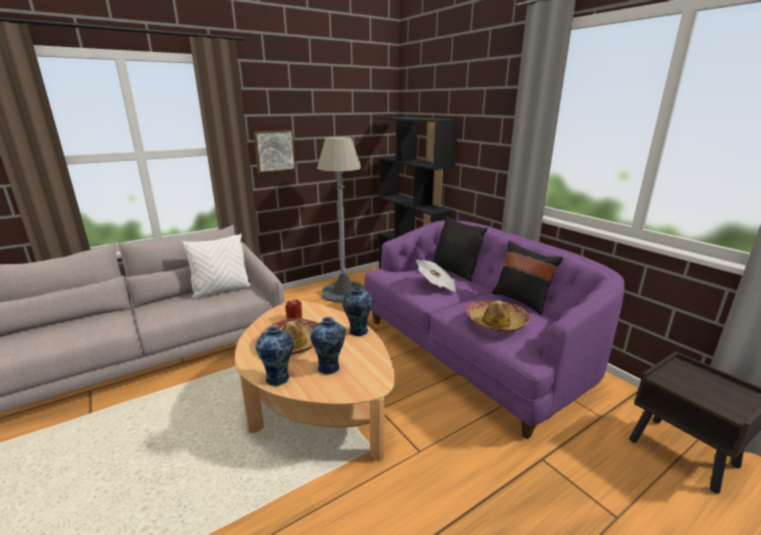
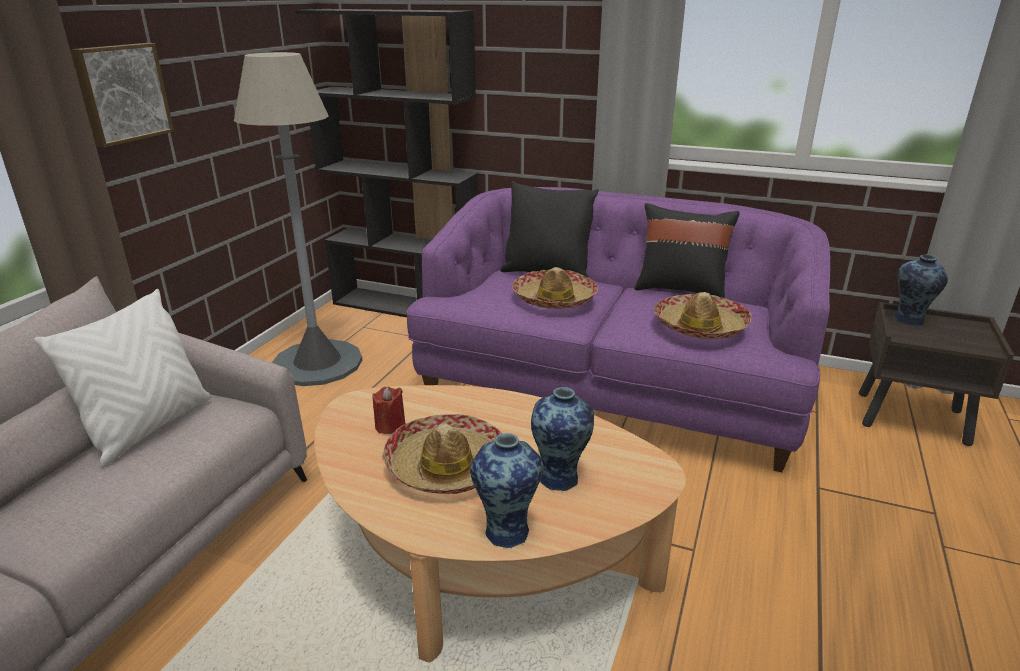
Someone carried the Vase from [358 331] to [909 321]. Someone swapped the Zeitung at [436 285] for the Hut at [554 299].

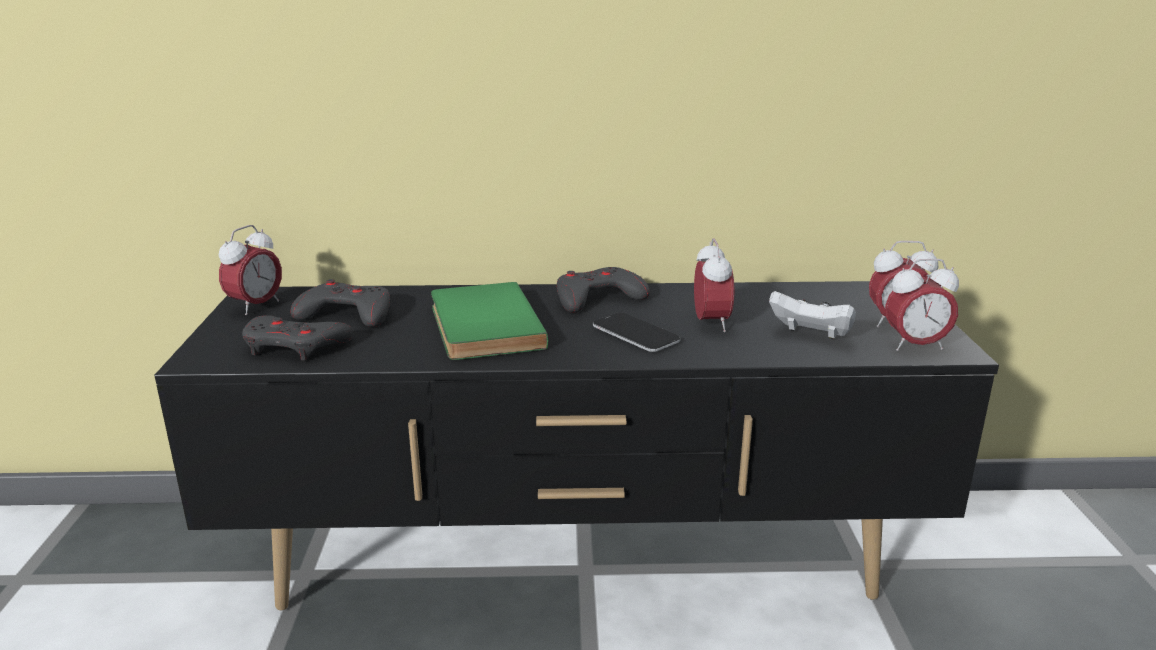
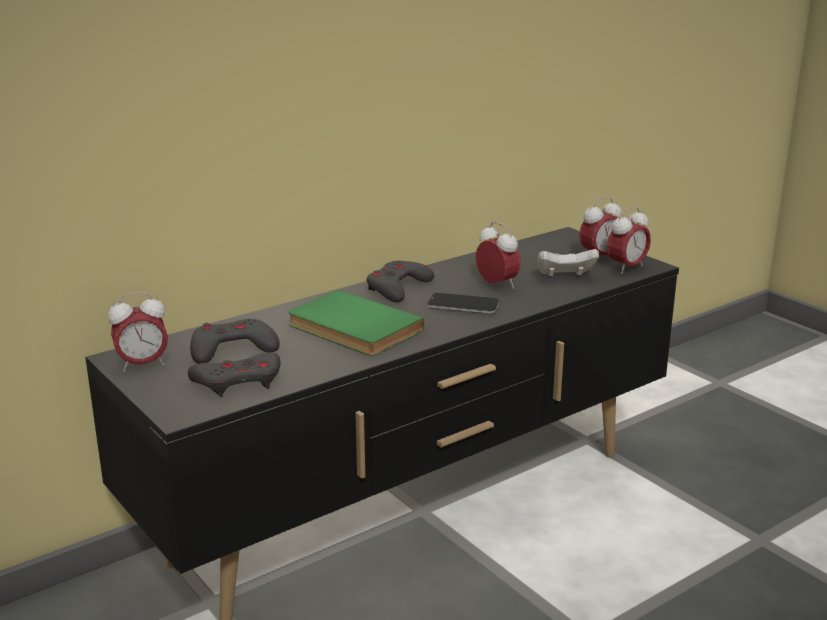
Someone rotated the Wecker at [256 306] by 75 degrees clockwise.

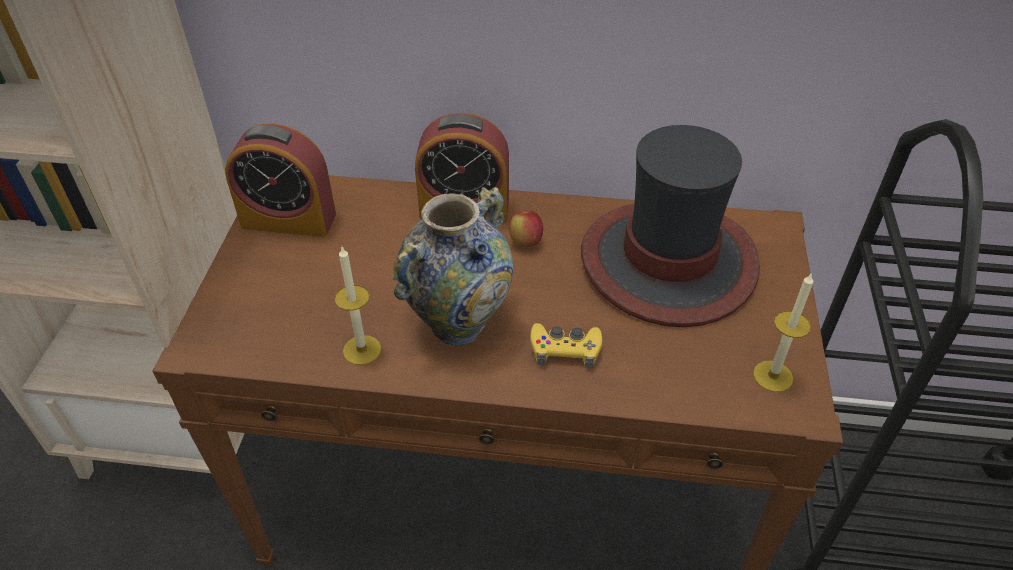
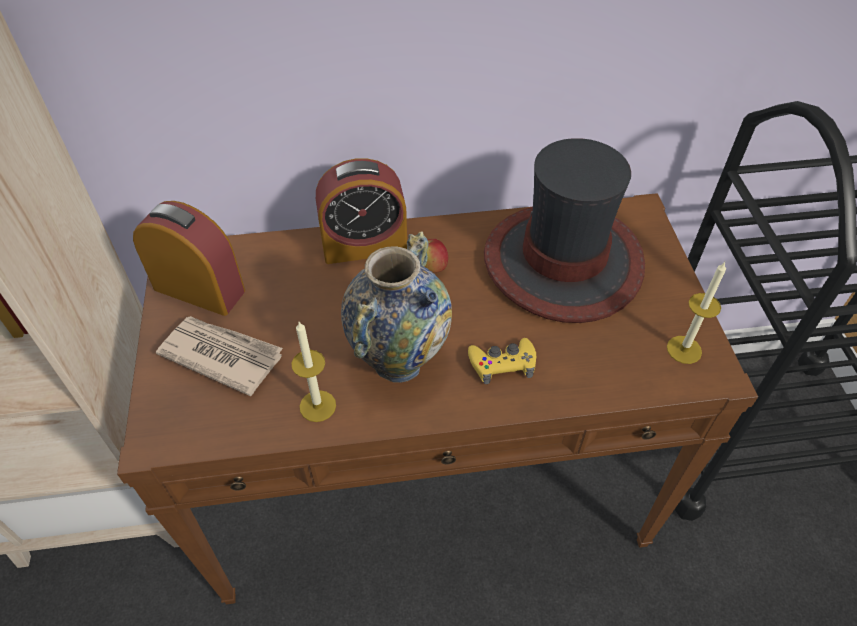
Someone put down the Zeitung at [221 355]. Someone rotated the Wecker at [289 220] by 150 degrees counterclockwise.

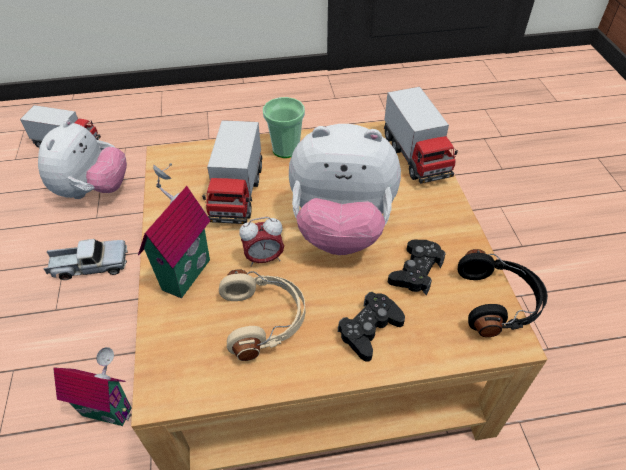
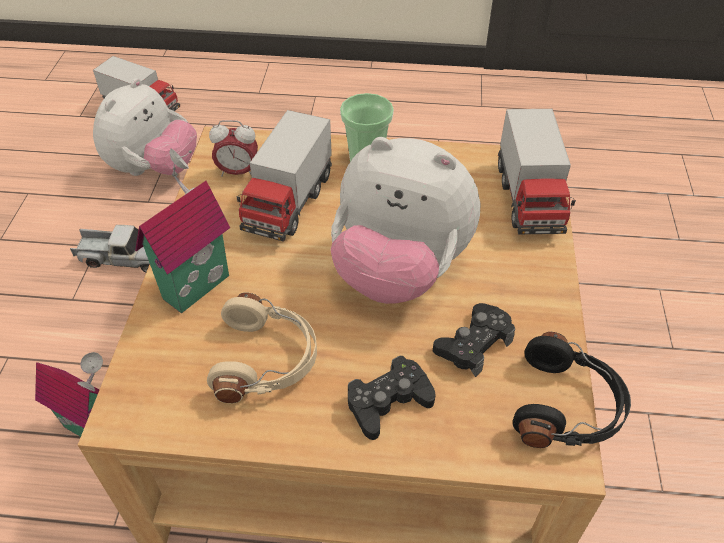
Someone carried the Wecker from [264 258] to [238 172].

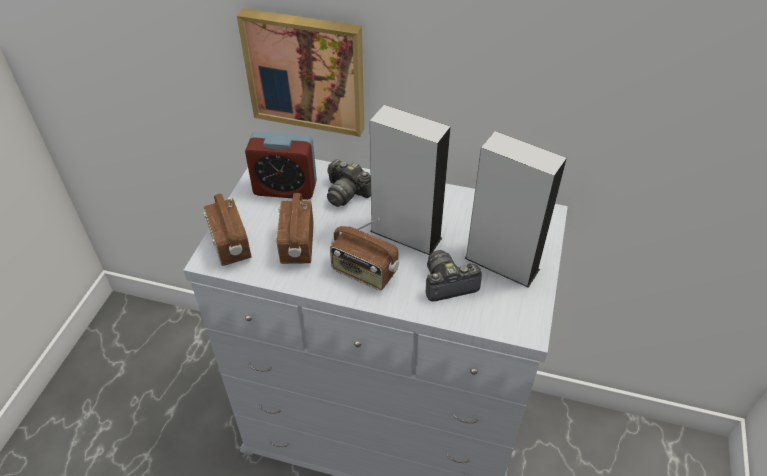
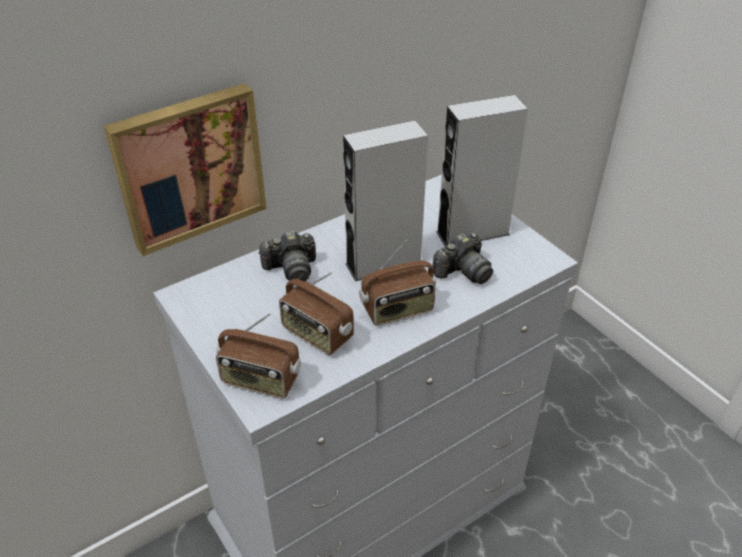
Someone took away the Wecker at [285 188]. Someone rotated the Kamera at [448 284] by 150 degrees counterclockwise.

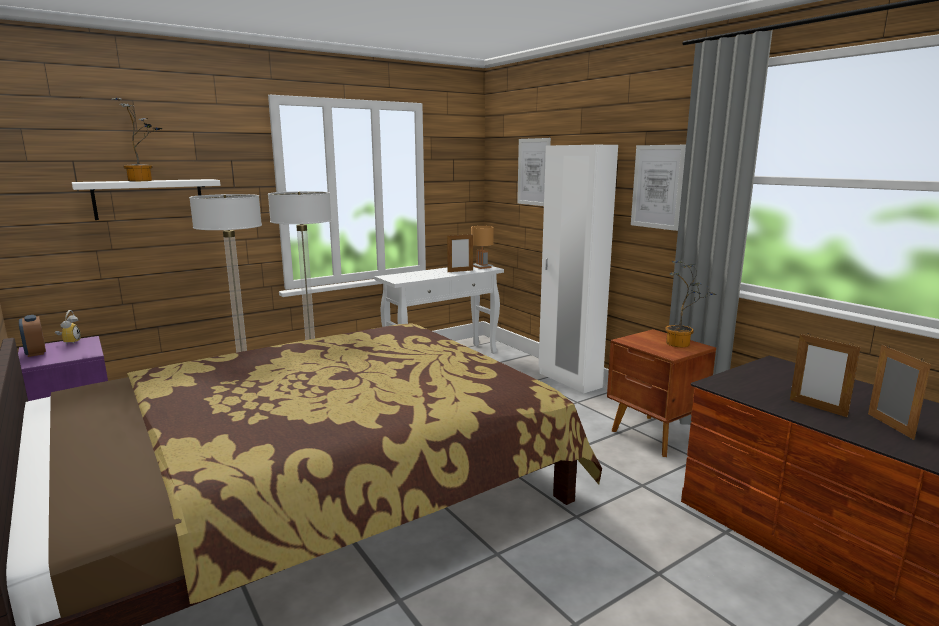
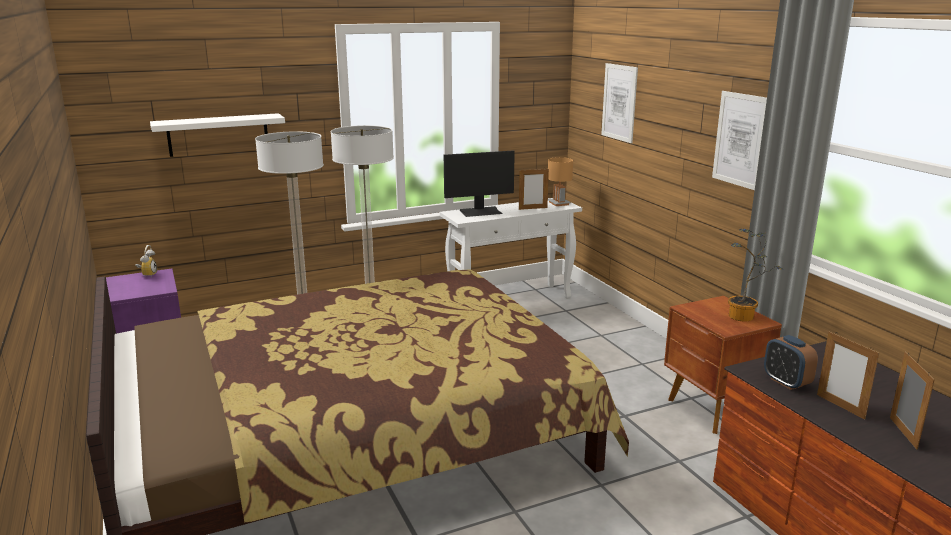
Someone took away the Topfpflanze at [143 180]. Someone took away the Kleiderschrank [weiß] at [569 380]. Someone put down the Monitor at [481 211]. Someone carried the Wecker from [35 353] to [786 382].

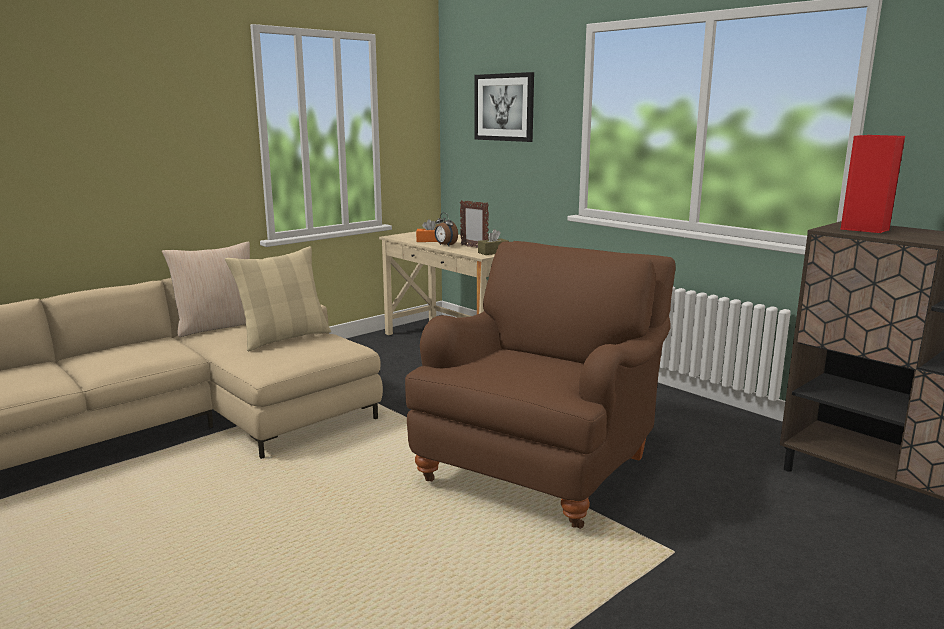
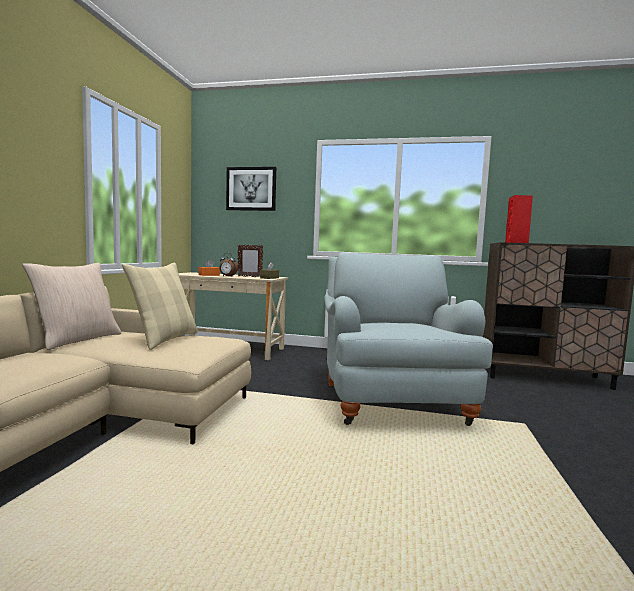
Someone repainted the Sessel [braun] at [542 464], which became the Sessel [grau] at [391 400].

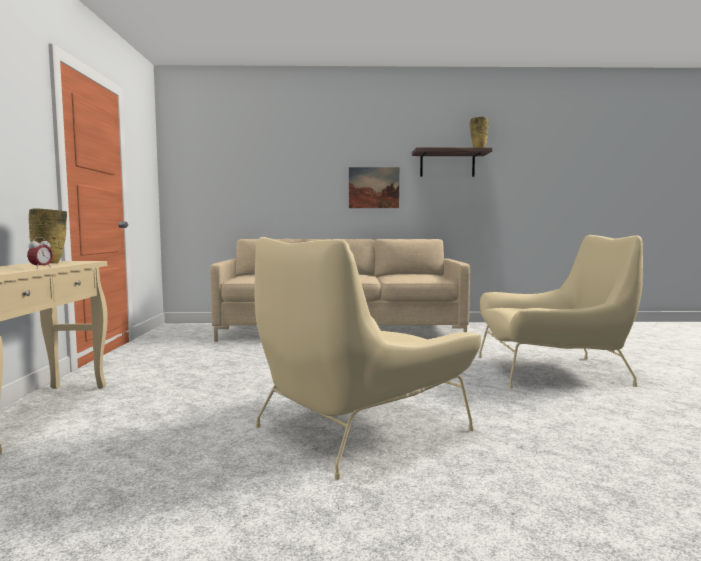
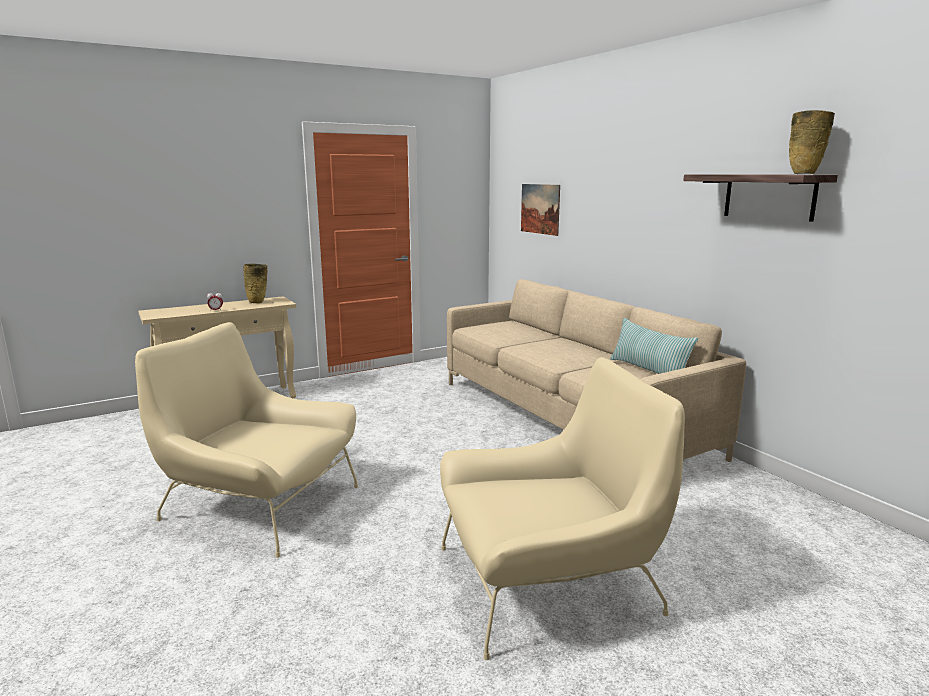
Someone put down the Kissen at [648 370]. Someone carried the Bild from [373 187] to [540 209]. Someone rotated the Sessel [beige] at [551 371] by 75 degrees counterclockwise.

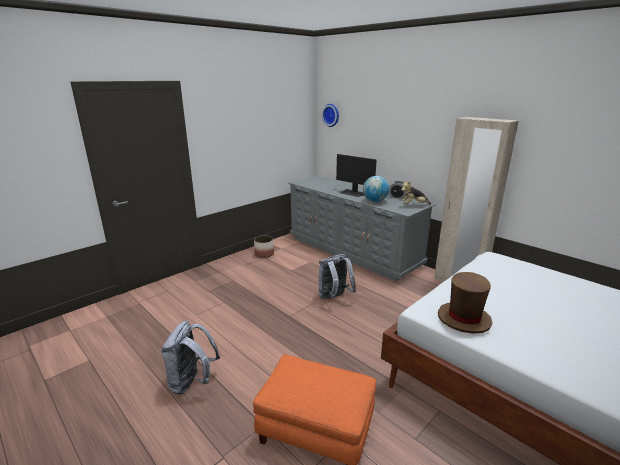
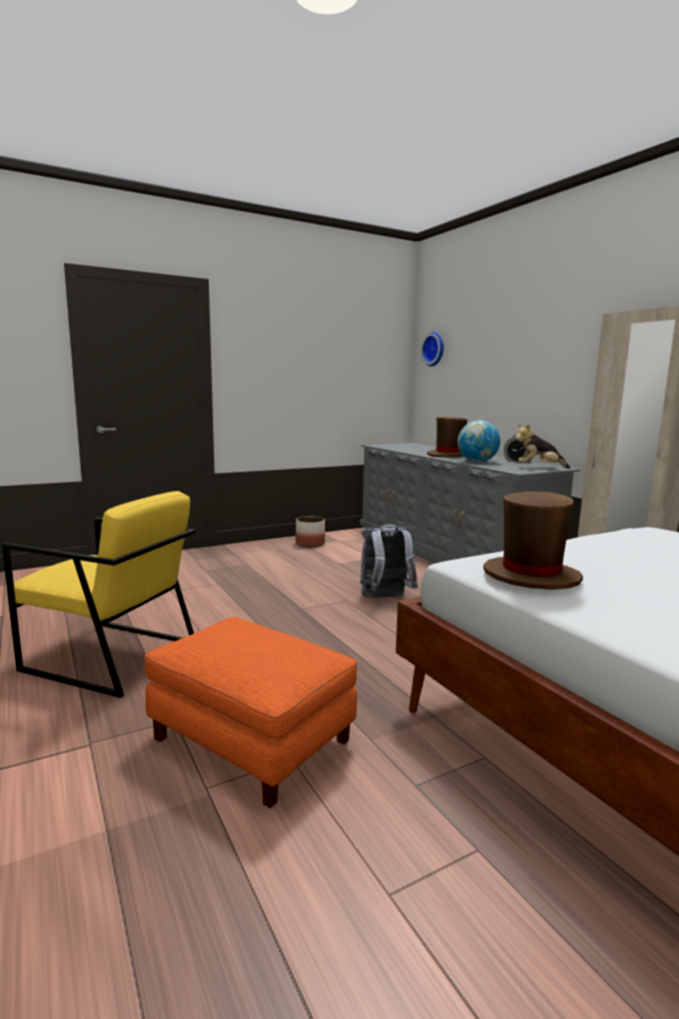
Someone swapped the Rucksack [grau] at [192 382] for the Sessel [gelb] at [111 656]. Someone swapped the Monitor at [352 193] for the Hut [braun] at [449 455].

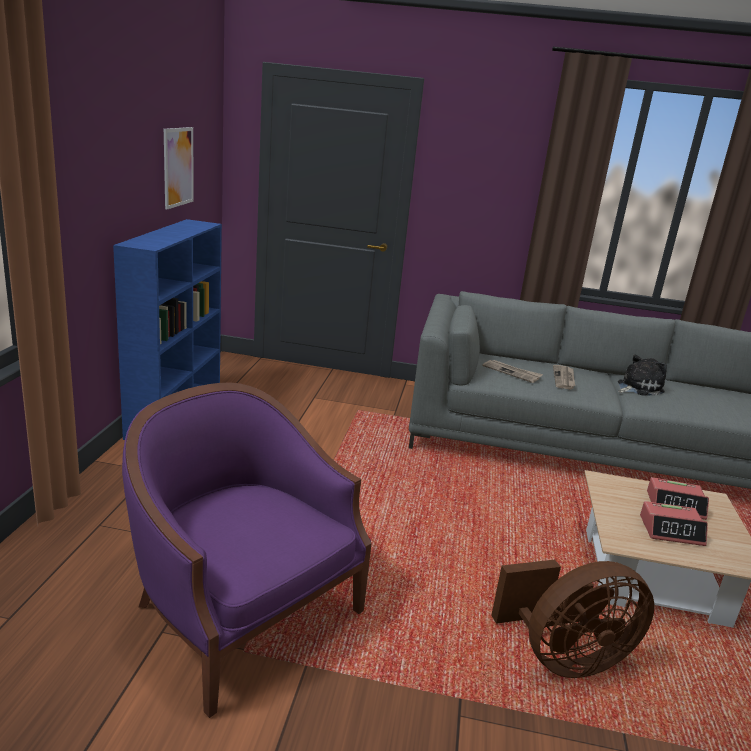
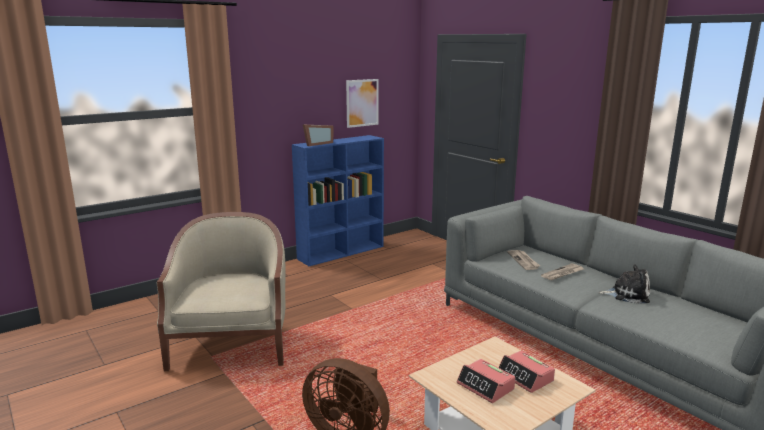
Someone put down the Bilderrahmen at [317 144]. Someone repainted the Sessel [lila] at [242 614], which became the Sessel [beige] at [232 344].

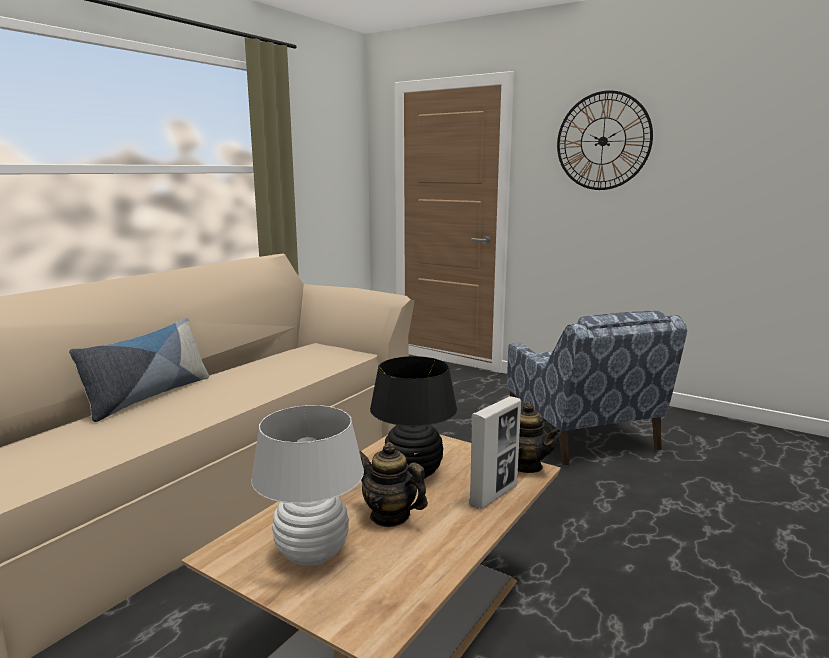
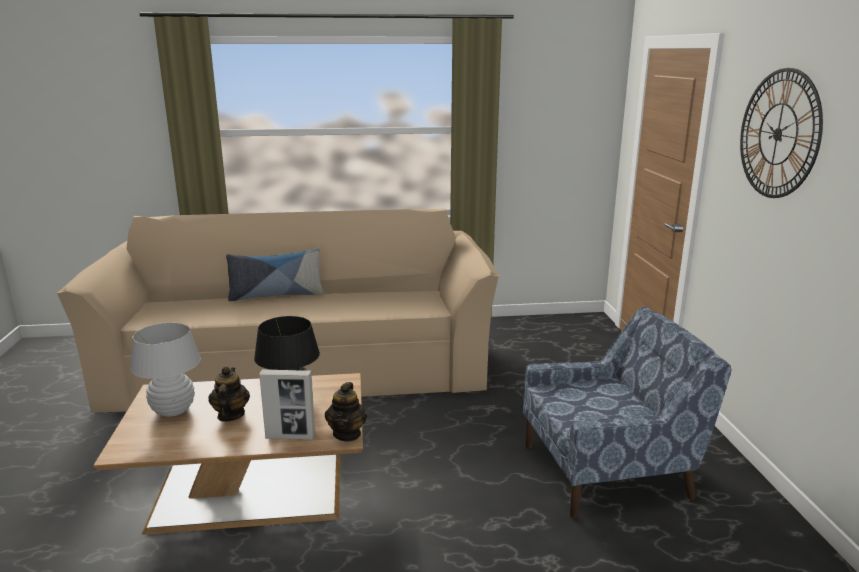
Someone rotated the Sessel [blau] at [582 436] by 135 degrees counterclockwise.

